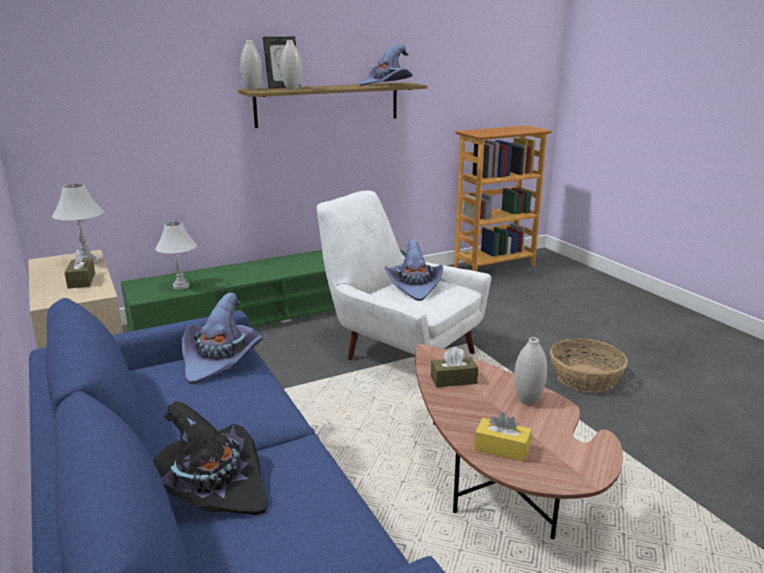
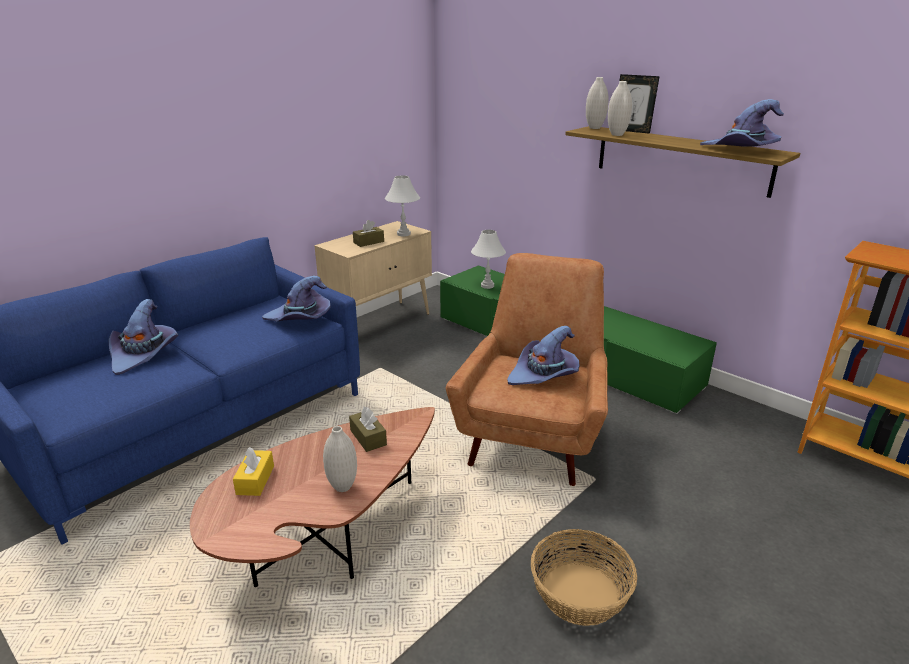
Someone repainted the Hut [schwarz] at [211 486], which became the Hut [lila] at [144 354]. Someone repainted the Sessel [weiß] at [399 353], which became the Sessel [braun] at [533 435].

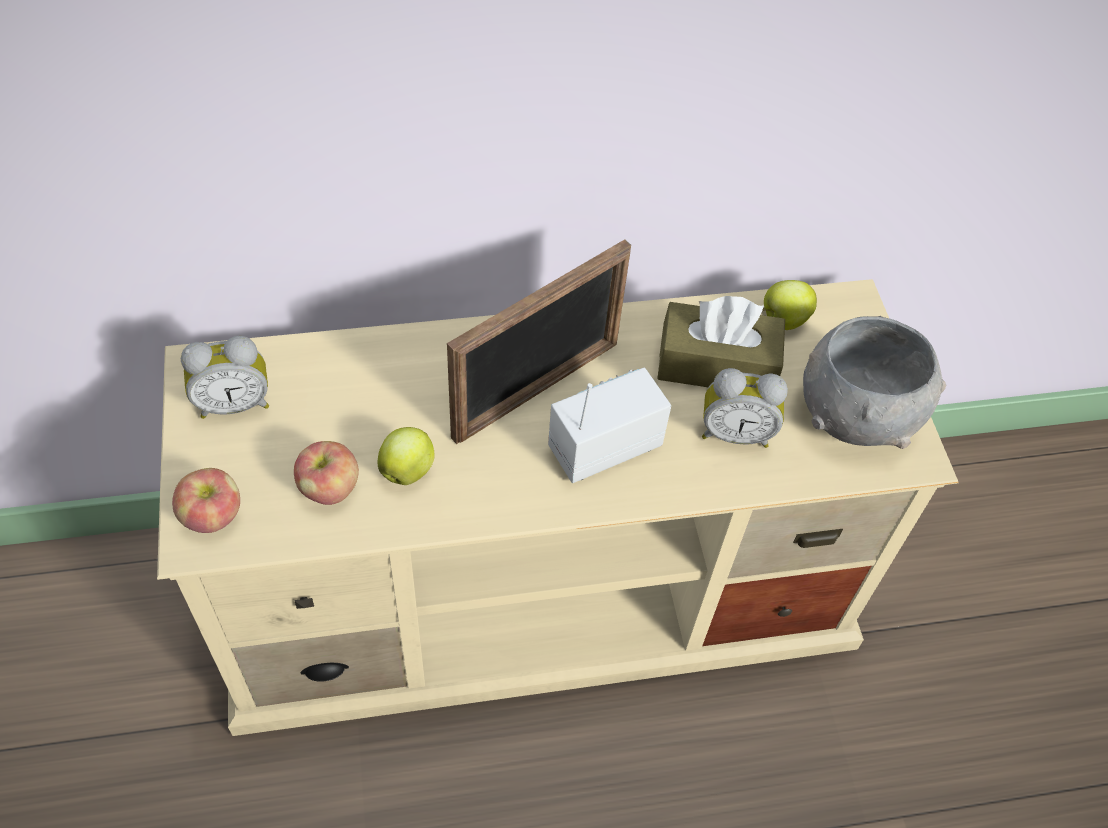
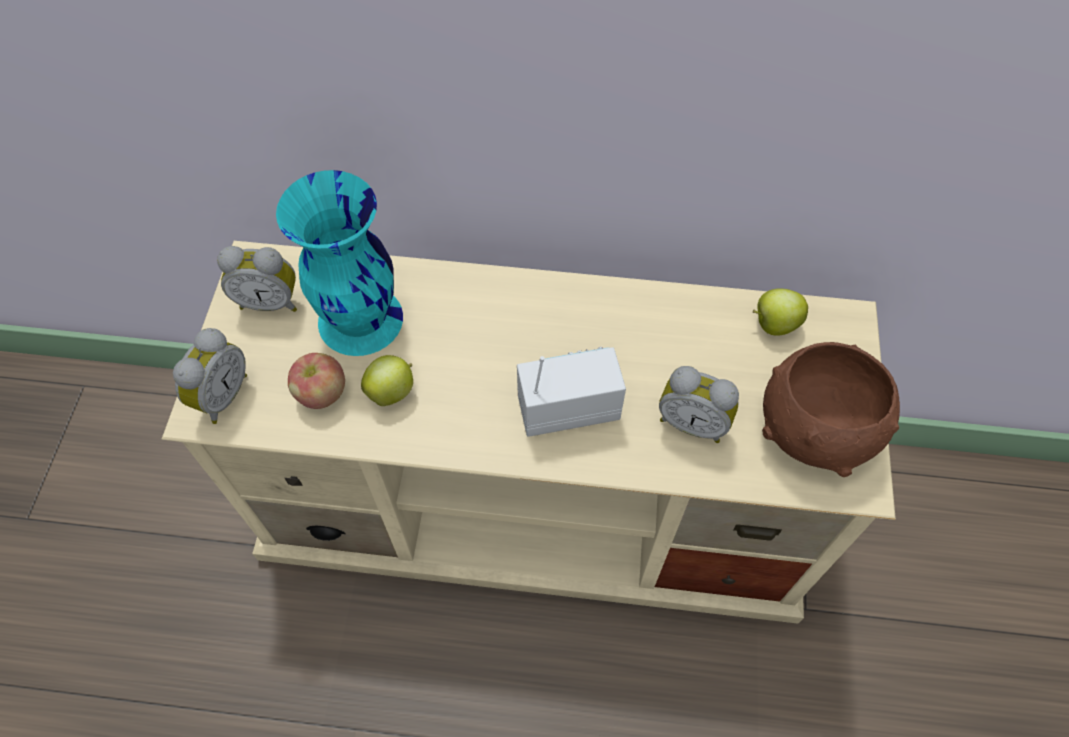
Someone took away the Bilderrahmen at [537 390]. Someone took away the Taschentuchbox [braun] at [716 365]. Someone put down the Vase [türkis] at [360 321]. Someone swapped the Apfel at [212 516] for the Wecker at [221 395]. Someone repainted the Schüssel [grau] at [857 416], which became the Schüssel [braun] at [814 432].

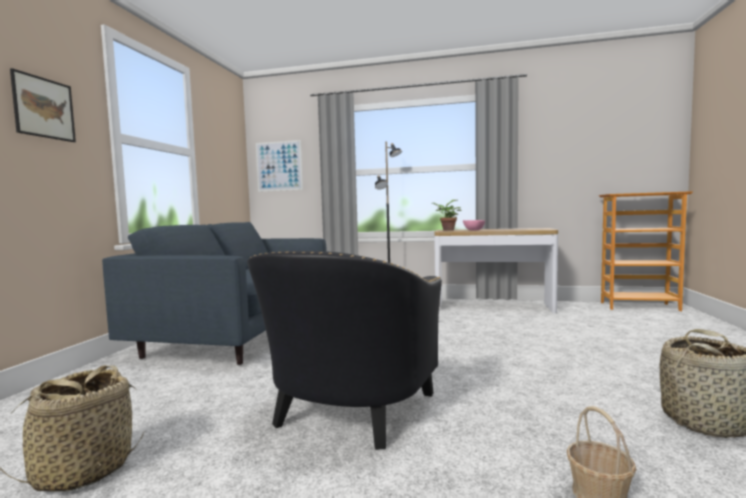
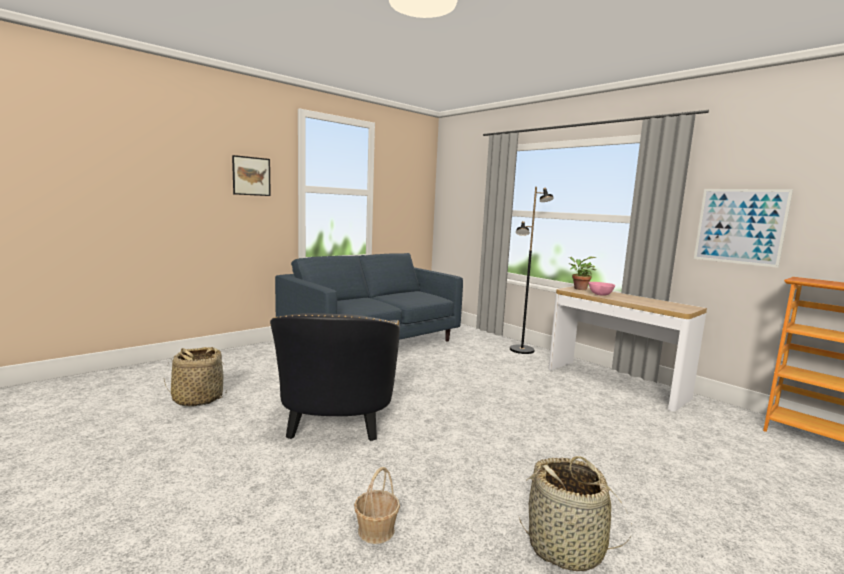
Someone carried the Bild from [279 166] to [740 226]. Someone rotated the Sessel [schwarz] at [347 413] by 60 degrees counterclockwise.

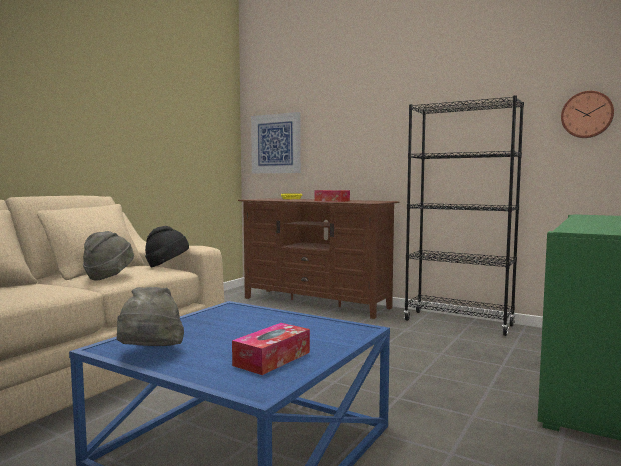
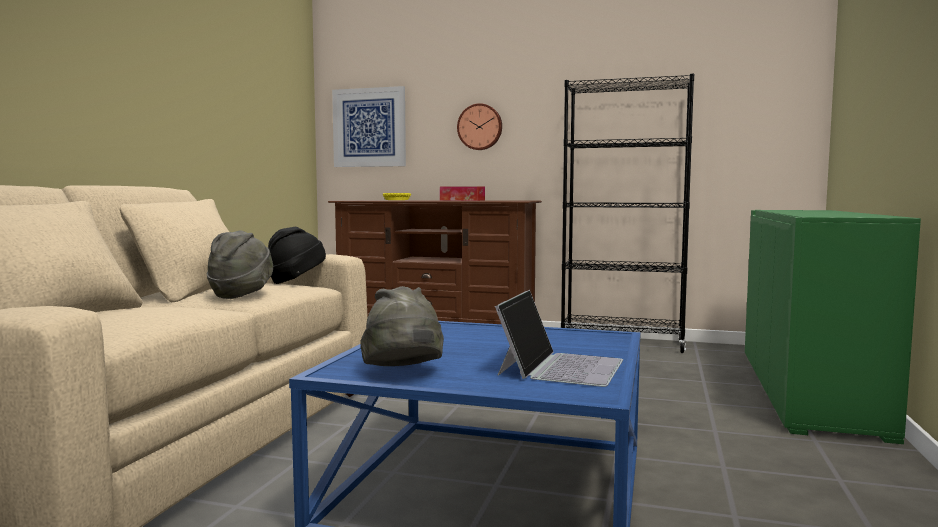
Someone carried the Wanduhr from [587 115] to [480 127]. Someone swapped the Taschentuchbox at [272 359] for the Laptop at [560 367].

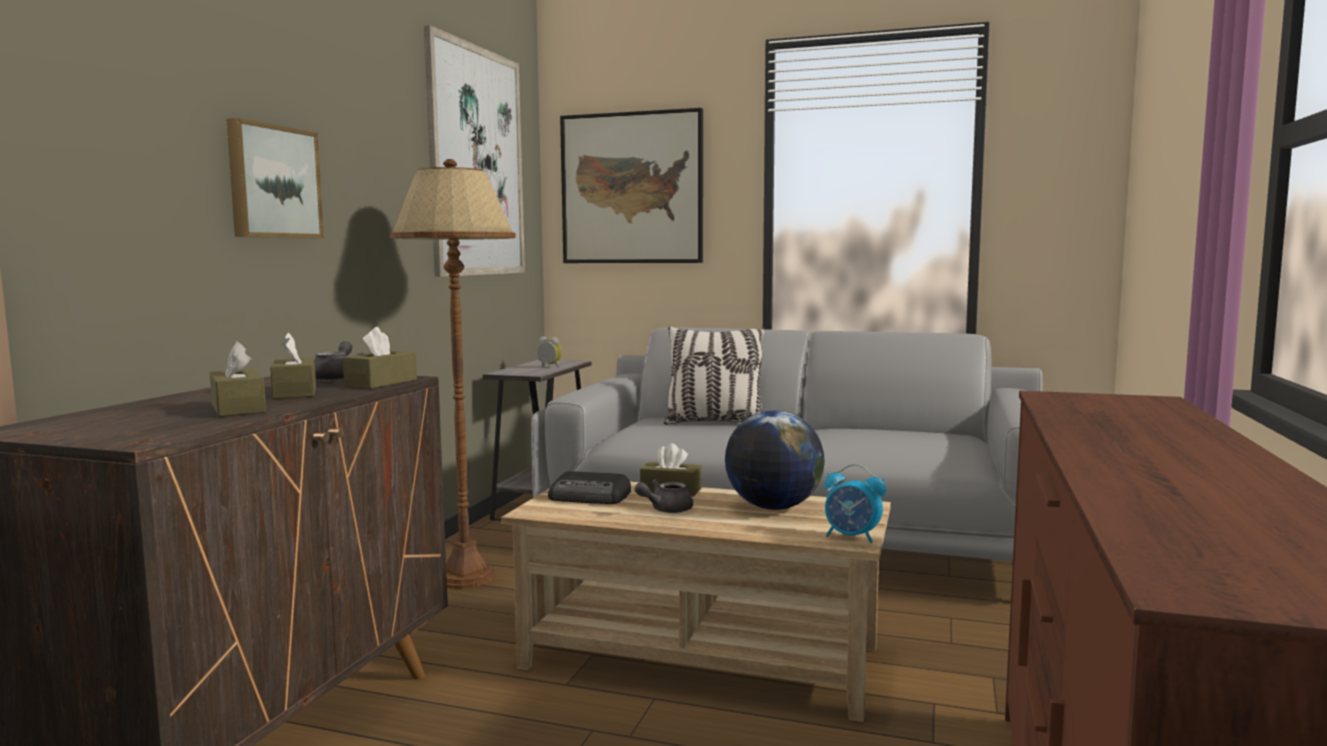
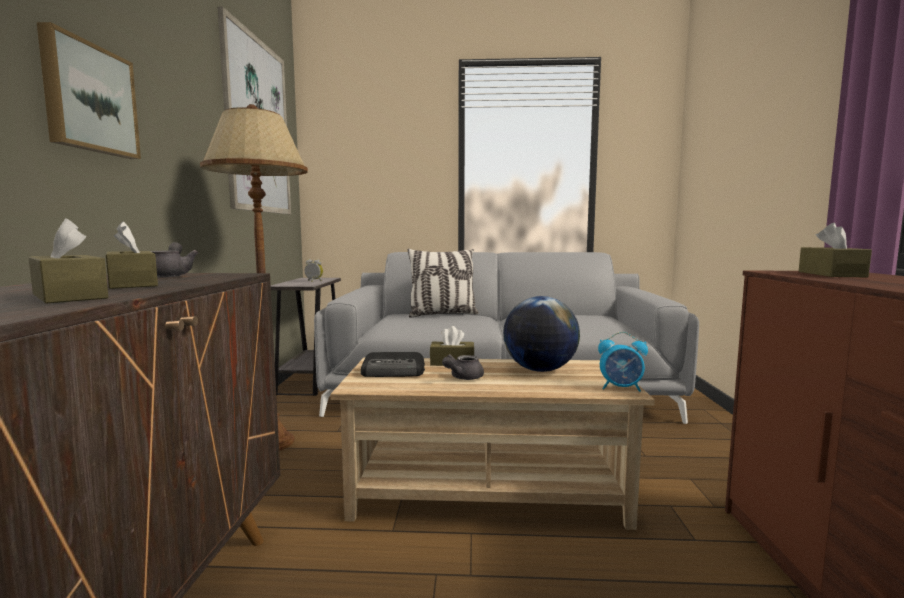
Someone took away the Bild at [632 188]. Someone carried the Taschentuchbox [braun] from [381 383] to [831 274].

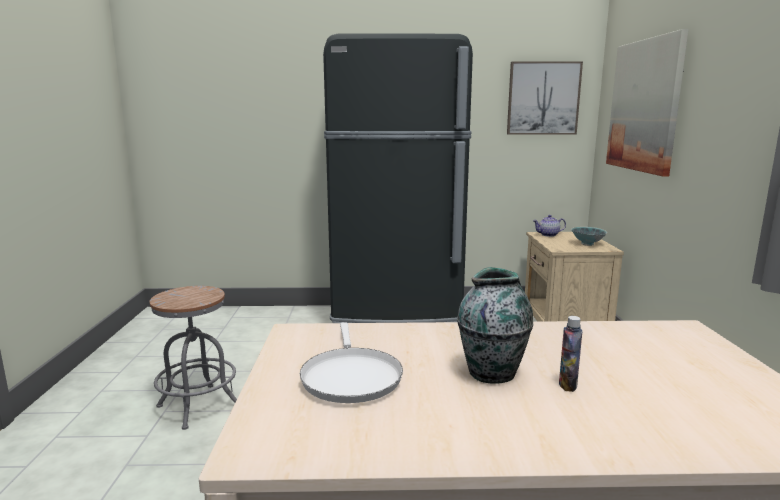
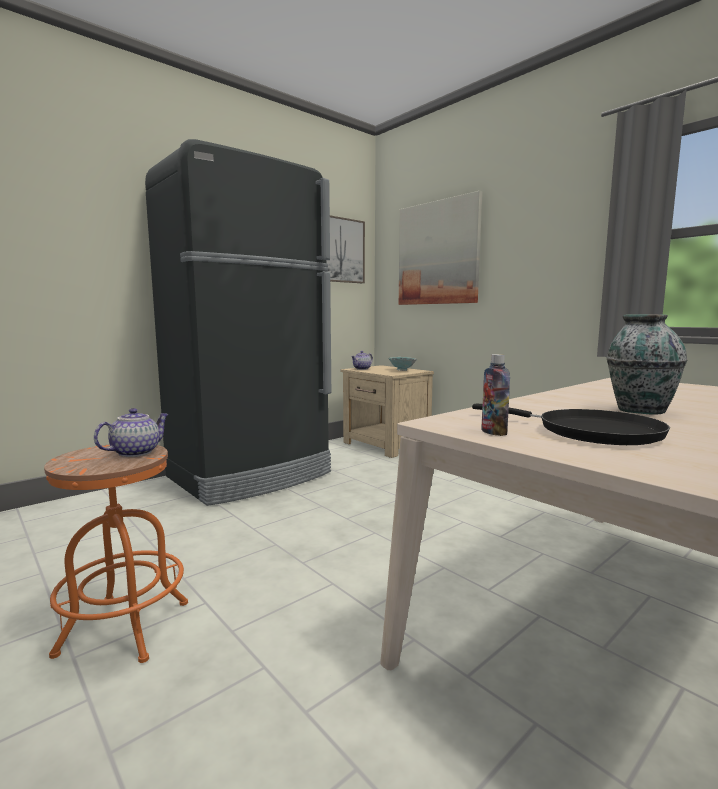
Someone put down the Teekanne at [135 452]. Someone carried the Flasche from [567 385] to [493 432]. Someone repainted the Hocker [grau] at [198 406], which became the Hocker [orange] at [124 628]. Someone repainted the Pfanne [weiß] at [350 376], which became the Pfanne [schwarz] at [589 432].

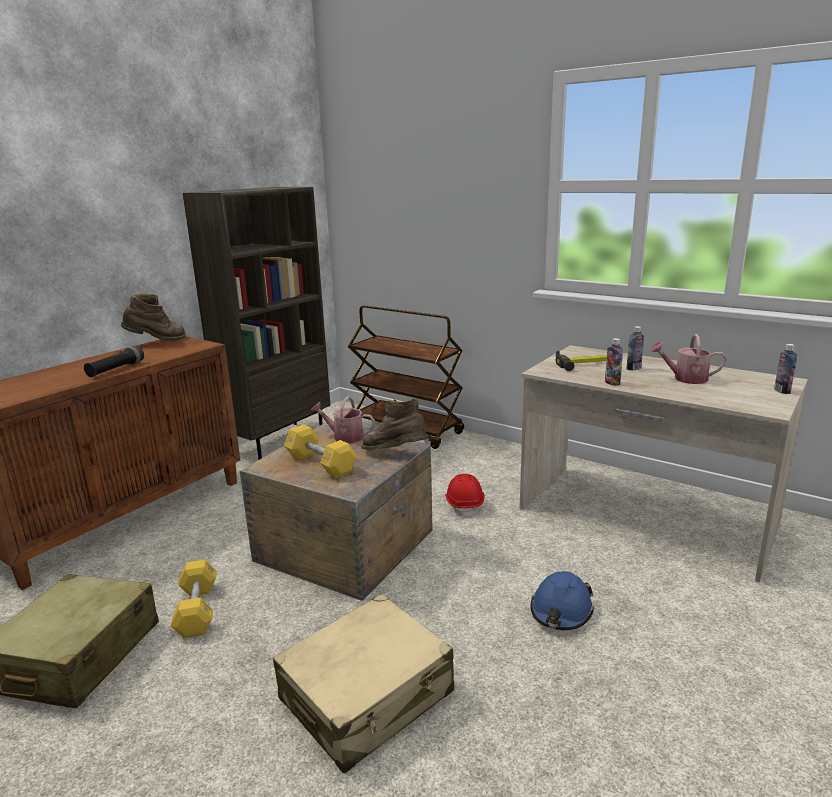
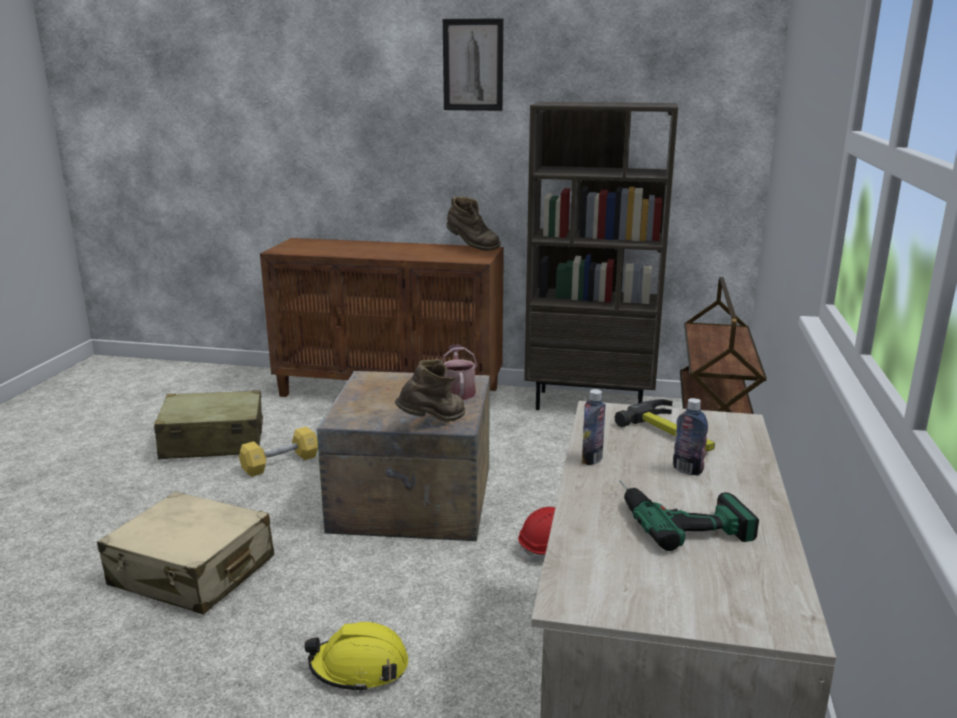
Someone took away the Taschenlampe [schwarz] at [116 369]. Someone took away the Hantel [gelb] at [320 463]. Someone took away the Flasche at [782 391]. Someone put up the Bild at [473 65]. Someone swapped the Gießkanne at [685 378] for the Bohrmaschine at [678 515]. Someone repainted the Schutzhelm [blau] at [561 611], which became the Schutzhelm [gelb] at [359 668]. Someone rotated the Stiefel [braun] at [395 454] by 45 degrees clockwise.

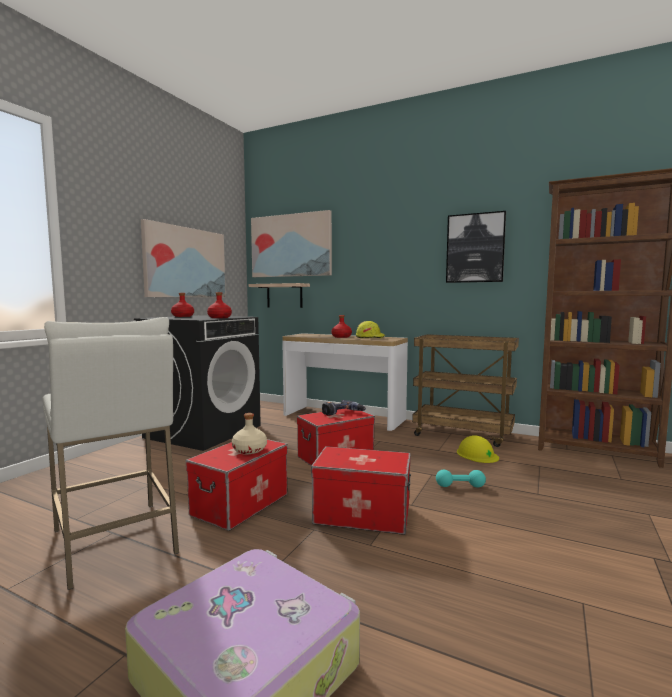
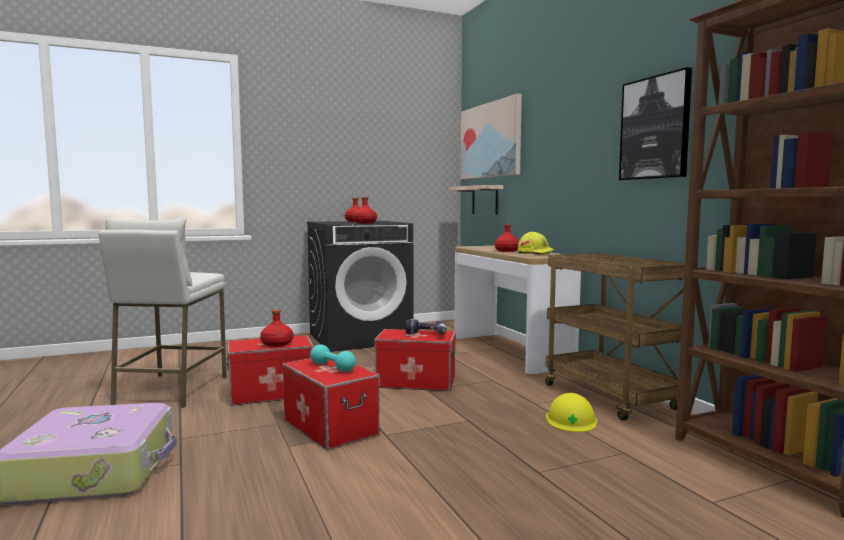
Someone took away the Bild at [185 262]. Someone carried the Hantel [türkis] from [460 486] to [332 367]. Someone repainted the Flasche [beige] at [249 450], which became the Flasche [rot] at [276 344].

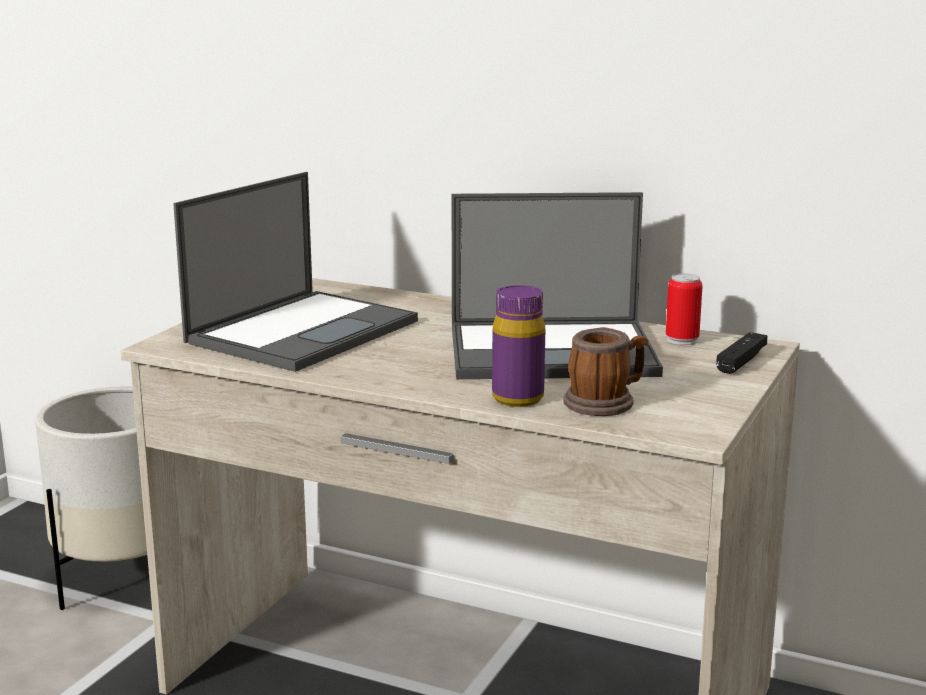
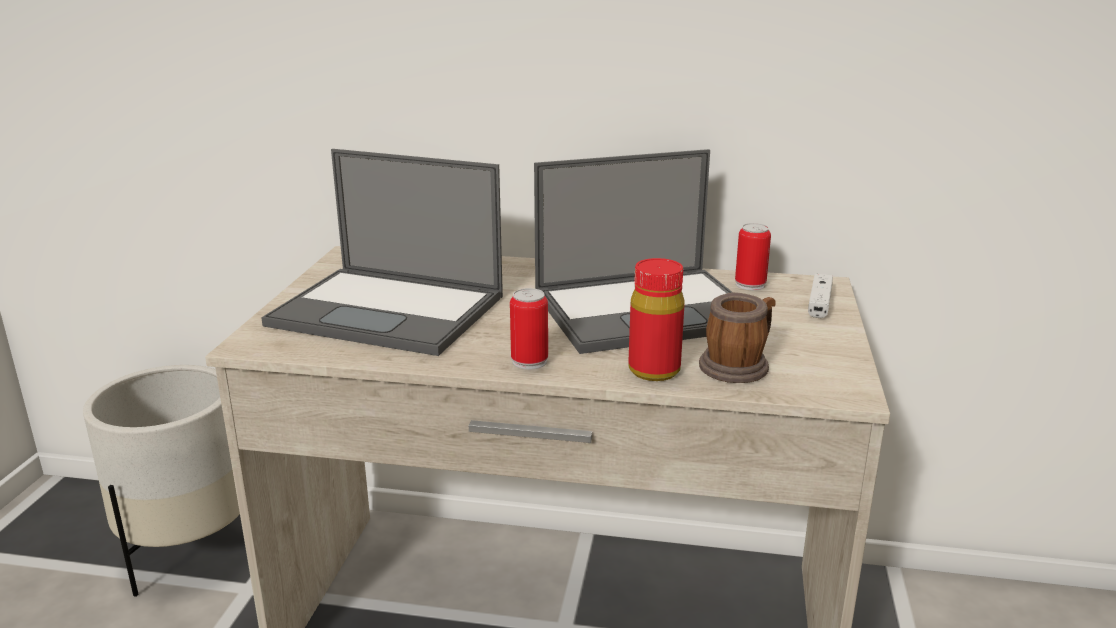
Someone put down the Dose at [529 361]. Someone repainted the Flasche [lila] at [517 398], which became the Flasche [rot] at [654 370]. Someone repainted the Gamepad [schwarz] at [741 361], which became the Gamepad [weiß] at [819 303]. Someone rotated the Laptop at [304 331] by 90 degrees clockwise.

